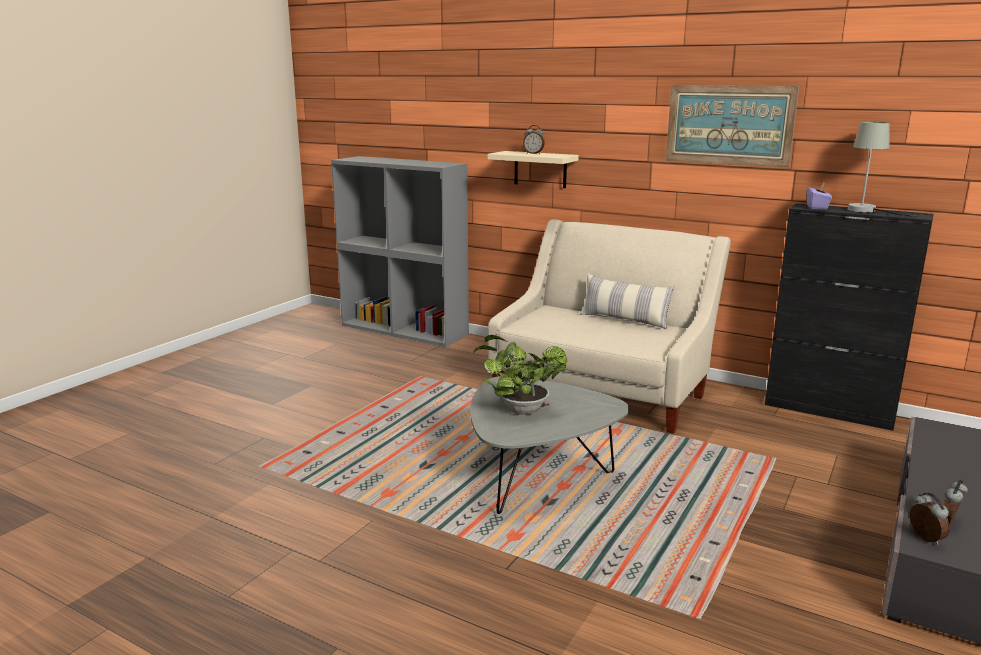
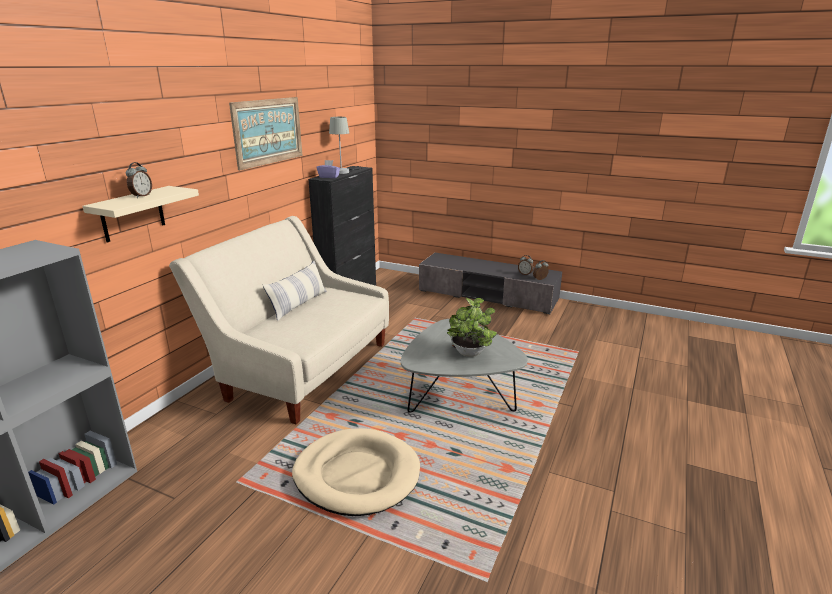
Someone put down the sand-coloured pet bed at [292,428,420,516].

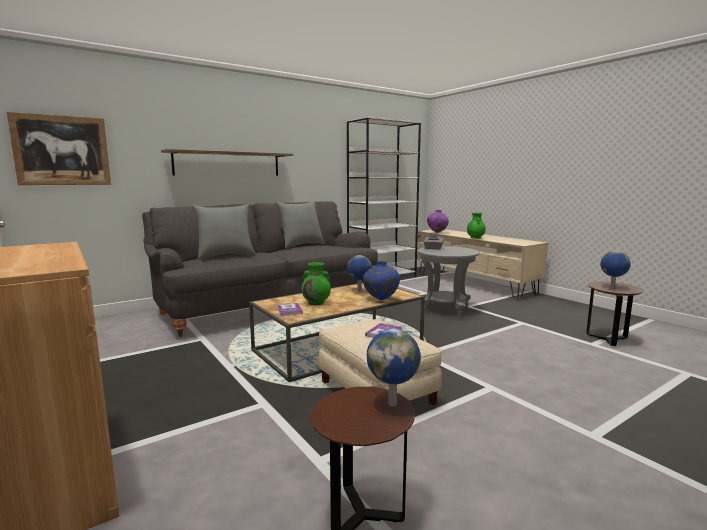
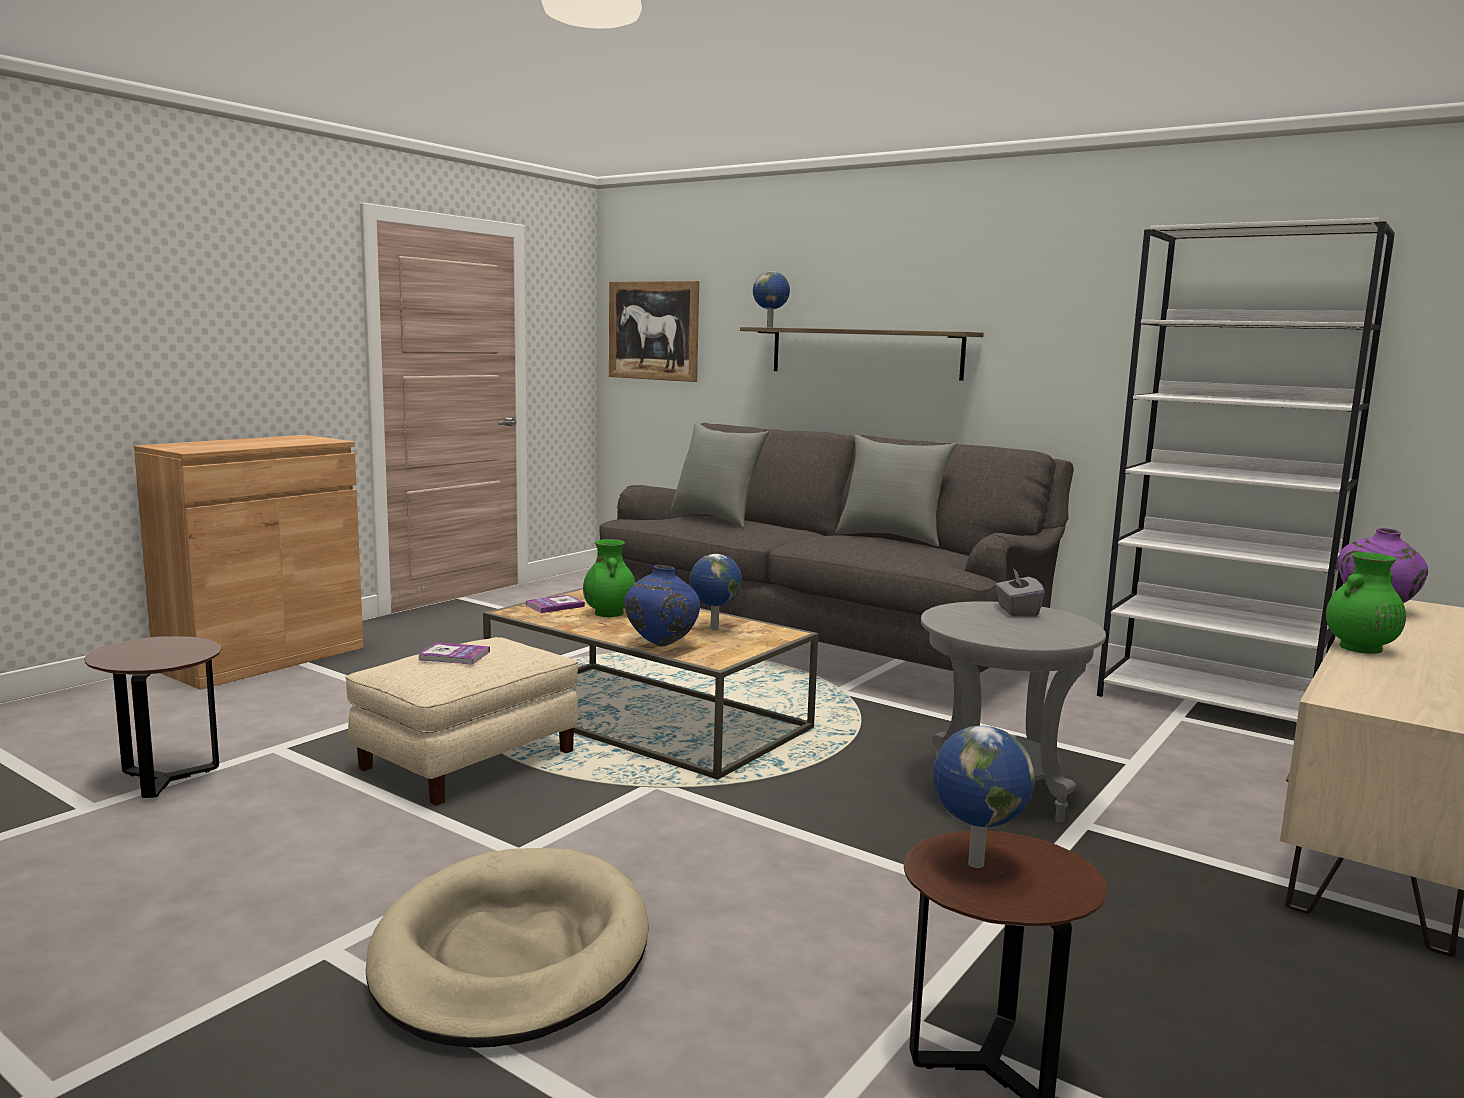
Someone put down the sand-coloured pet bed at [365,848,649,1048].
Someone carried the globe from [367,329,421,407] to [753,271,790,327].

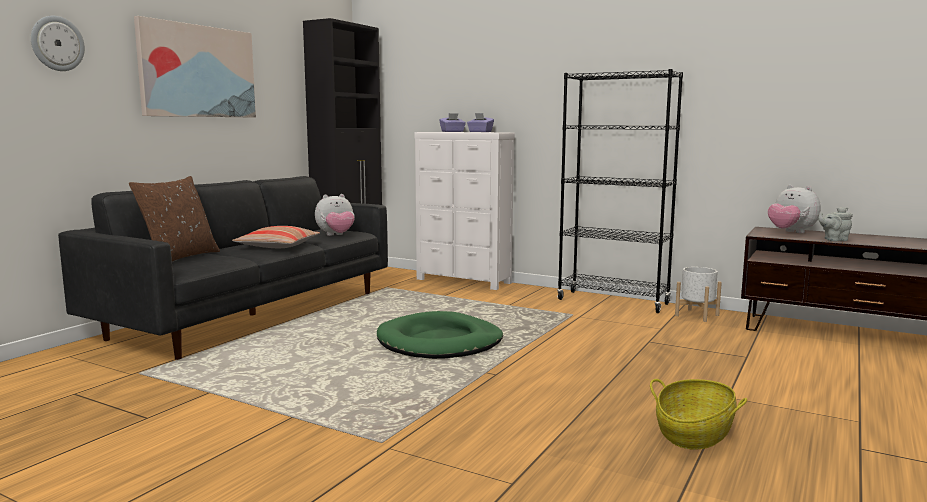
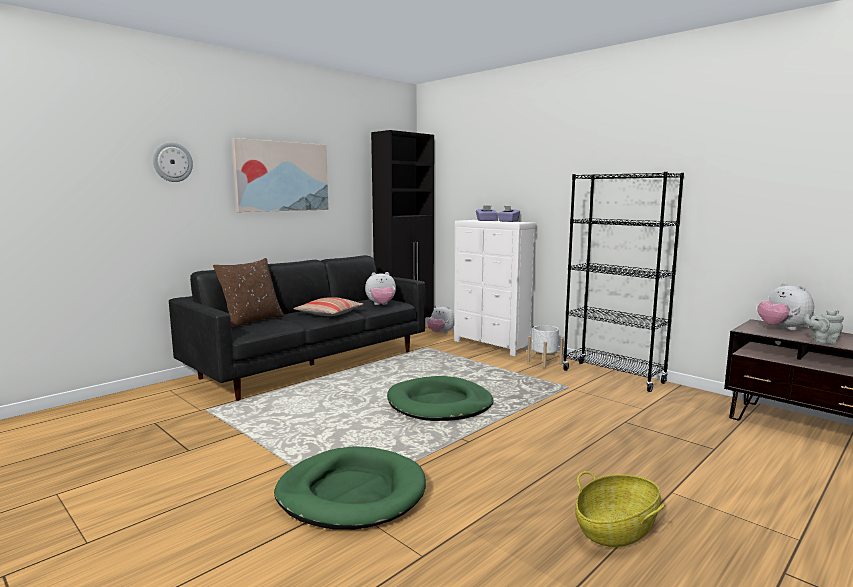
Someone put down the greenish pet bed at [274,446,426,530].
Someone put down the soft toy at [427,305,454,333].
Someone carried the whitish planter from [675,267,722,322] to [527,325,563,369].

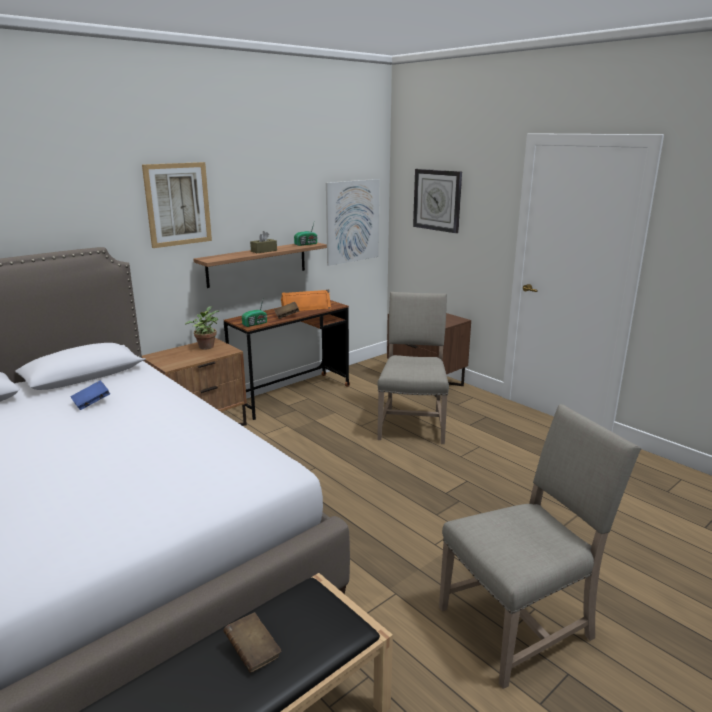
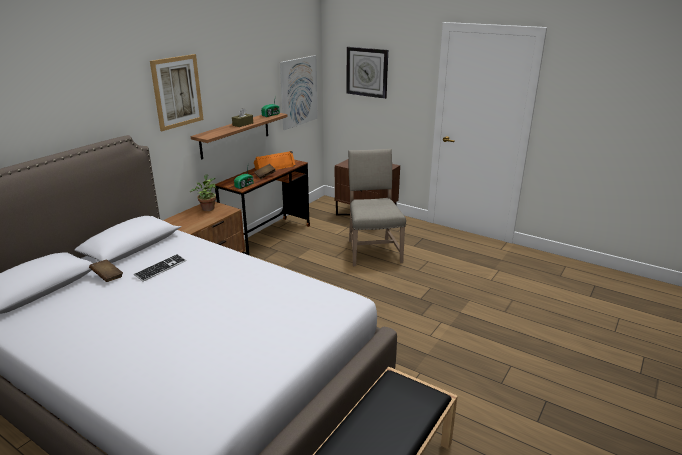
Someone took away the sand-coloured upright chair at [439,404,641,689].
Someone carried the brown bound book from [223,612,282,673] to [89,259,123,282].
Someone swapped the bluish bound book at [70,380,110,410] for the keyboard at [134,254,186,282].

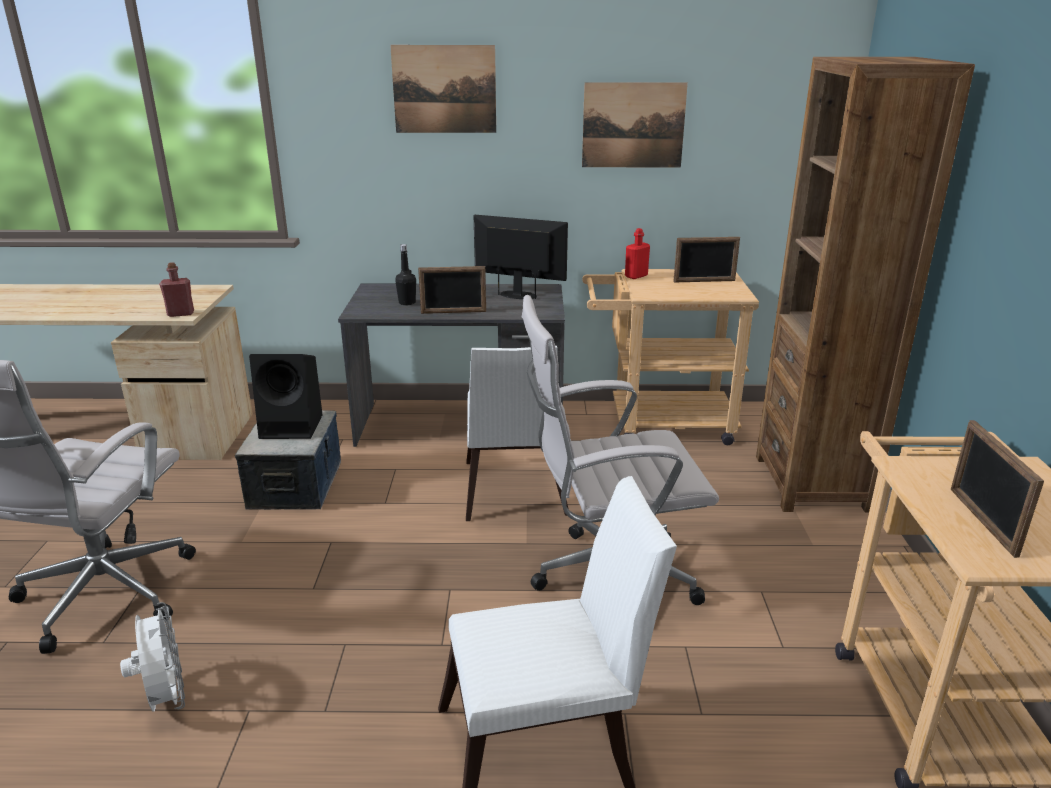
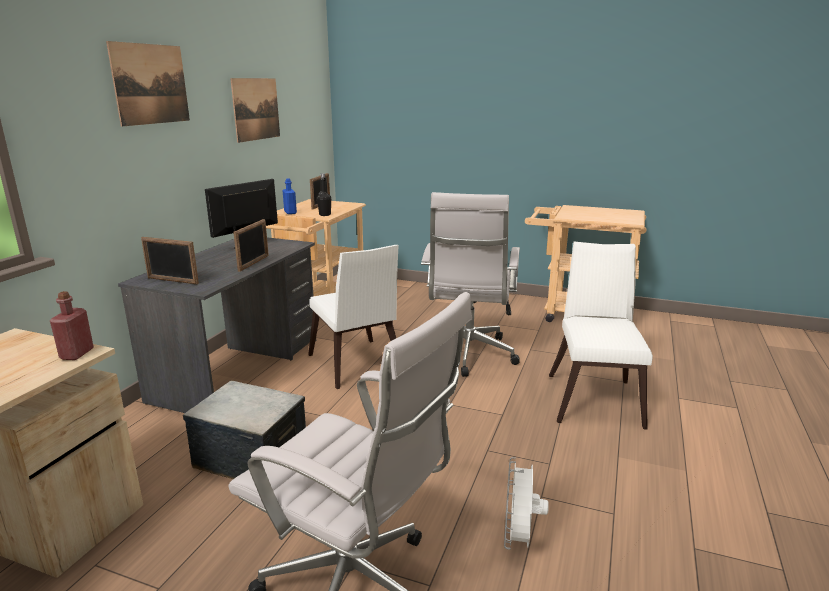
Someone took away the black speaker at [249,354,323,439].
Someone took away the brown bookshelf at [756,57,975,512].
Someone carried the black bottle from [395,244,416,305] to [317,173,331,216].
Someone carried the photo frame from [951,420,1044,558] to [141,237,199,284].
Someone repainted the reddish bottle at [625,228,650,279], which became the bluish bottle at [283,179,297,214].
Someone rotated the whitish cooling fan at [120,602,185,711] by 75 degrees counterclockwise.
Someone rotated the whitish upright chair at [466,346,569,521] by 45 degrees clockwise.

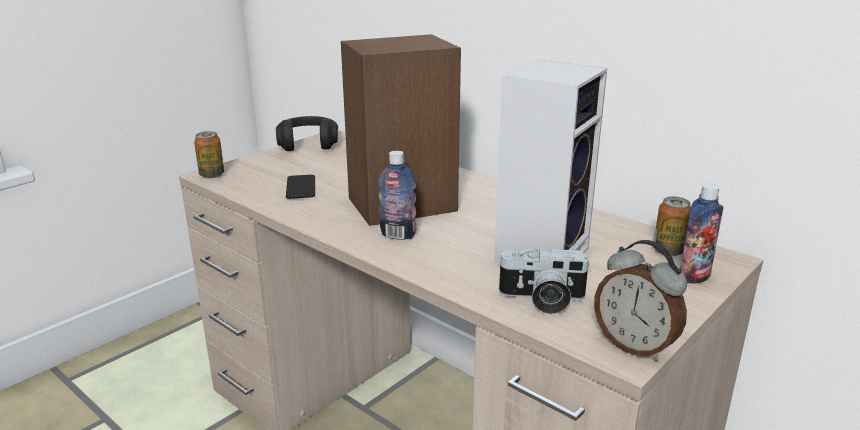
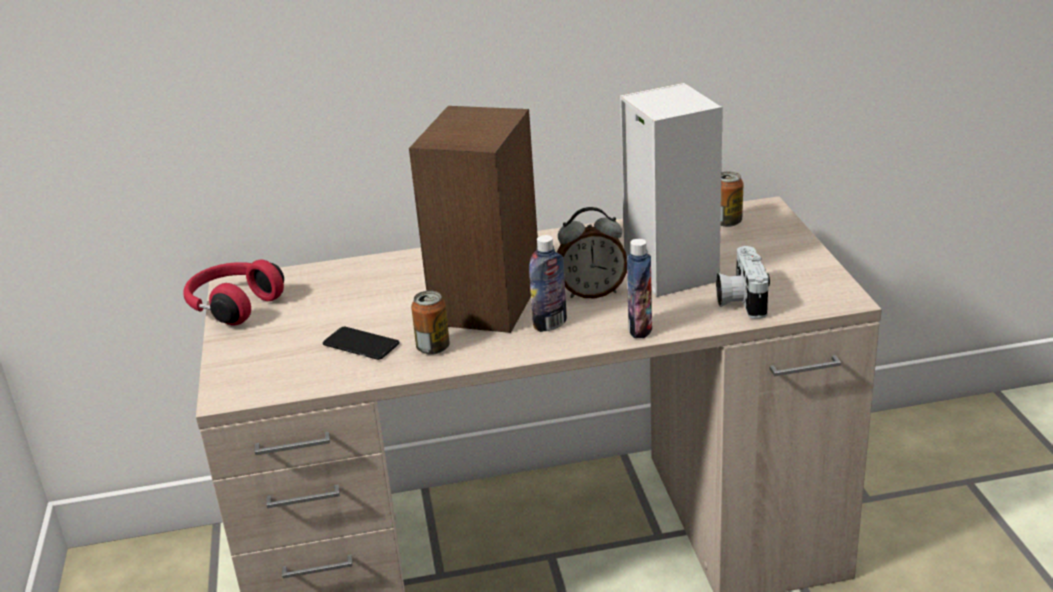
Someone carried the metal can from [194,131,224,178] to [411,291,450,355].
Someone carried the alarm clock from [594,240,687,361] to [557,207,627,298].
Someone carried the bottle from [680,184,723,284] to [627,239,652,338].
Someone repainted the black headphones at [276,116,338,151], which became the reddish headphones at [183,260,284,326].
Someone rotated the photo camera at [497,248,591,314] by 135 degrees clockwise.

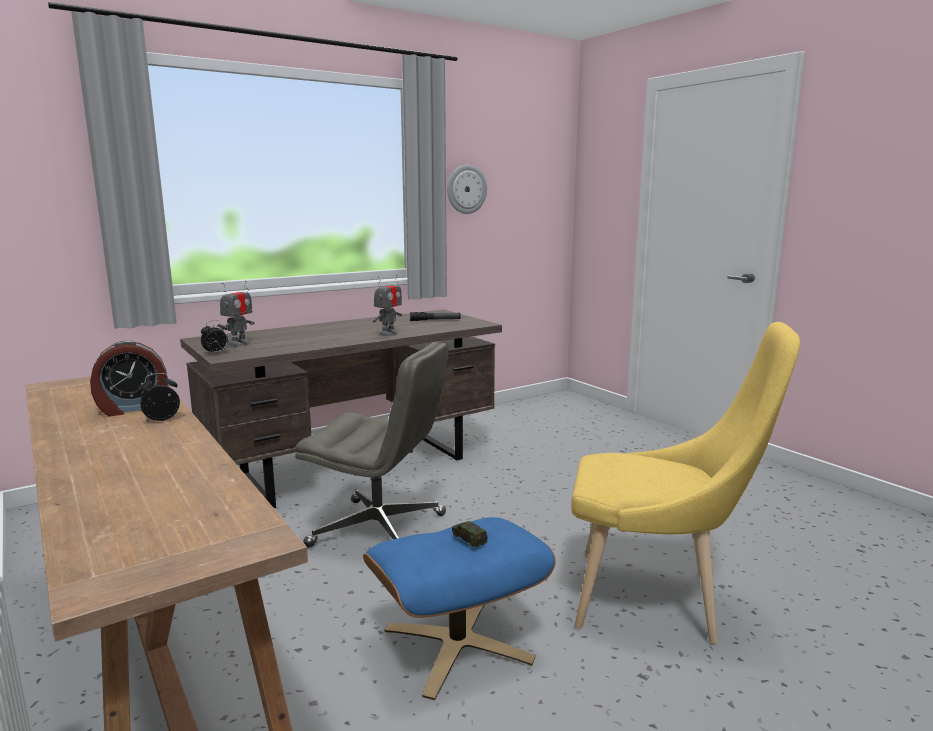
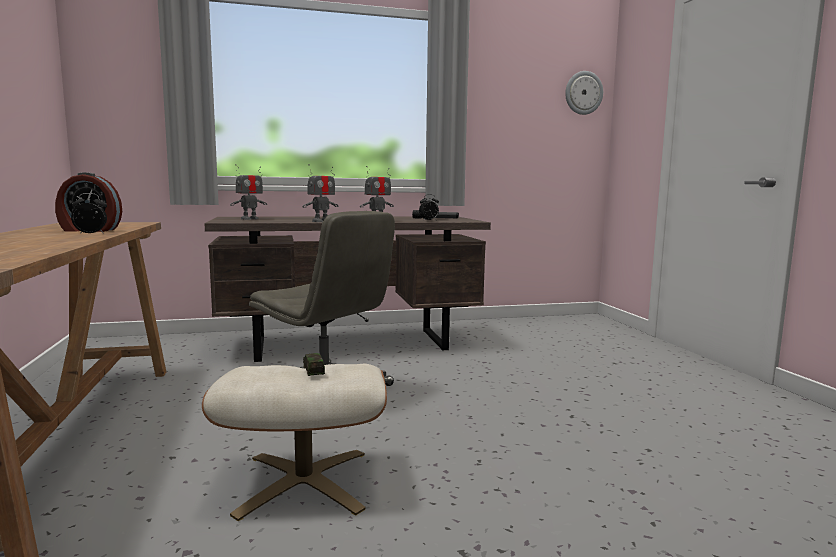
Someone took away the yellow upright chair at [571,322,800,644].
Someone put down the robot figure at [302,165,338,222].
Someone carried the alarm clock from [201,320,228,355] to [419,194,439,221].
Someone carried the hanging clock from [447,165,487,214] to [565,71,603,115].
Someone repainted the bluish ottoman at [363,517,556,700], which became the sand-coloured ottoman at [202,364,387,521].

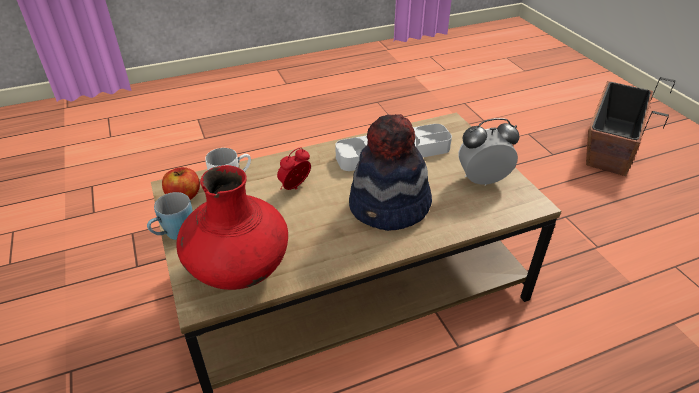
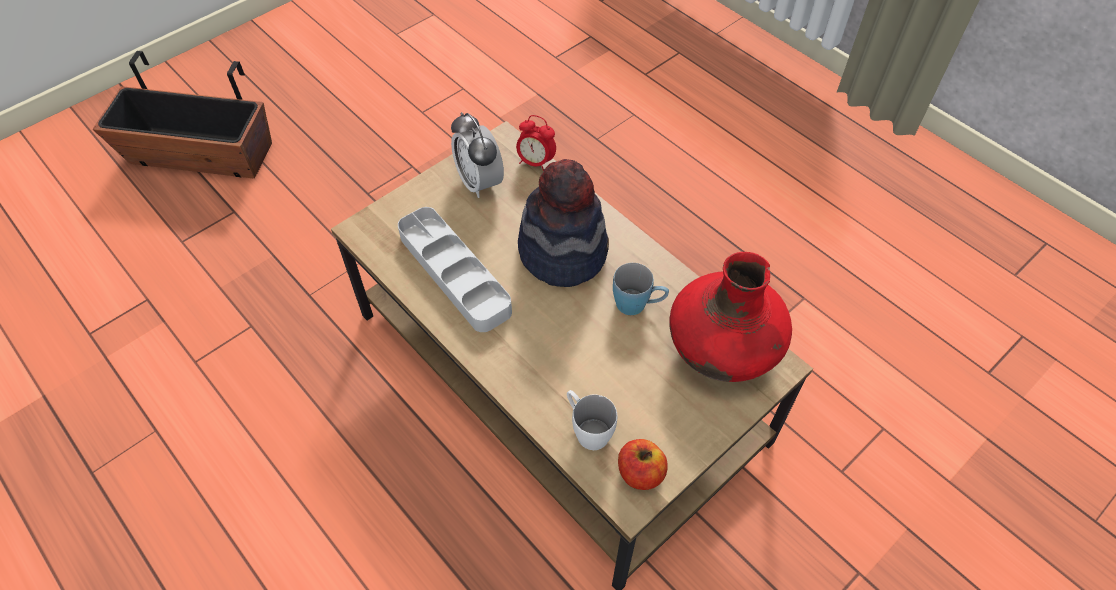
Someone carried the bluish mug from [147,192,193,240] to [613,263,669,315].
Someone carried the alarm clock from [277,147,311,190] to [516,115,556,172].

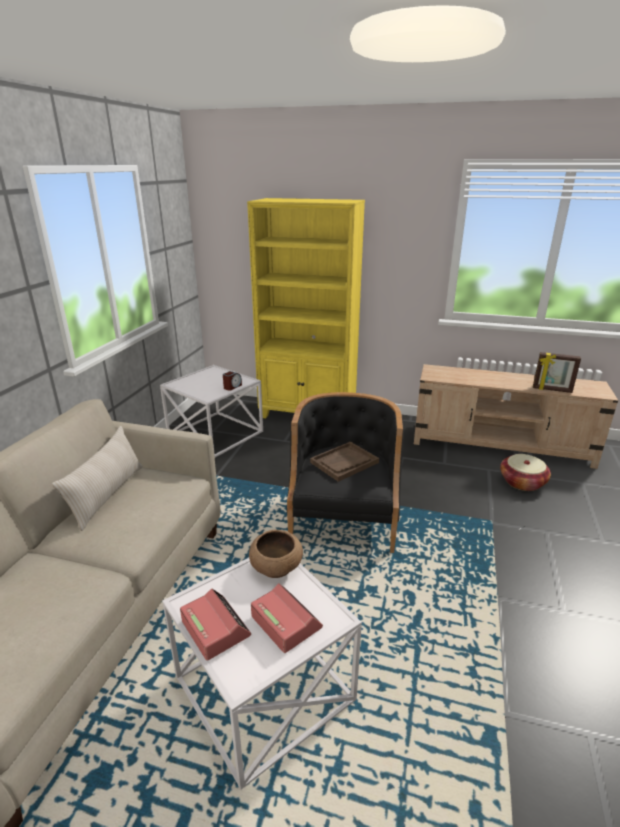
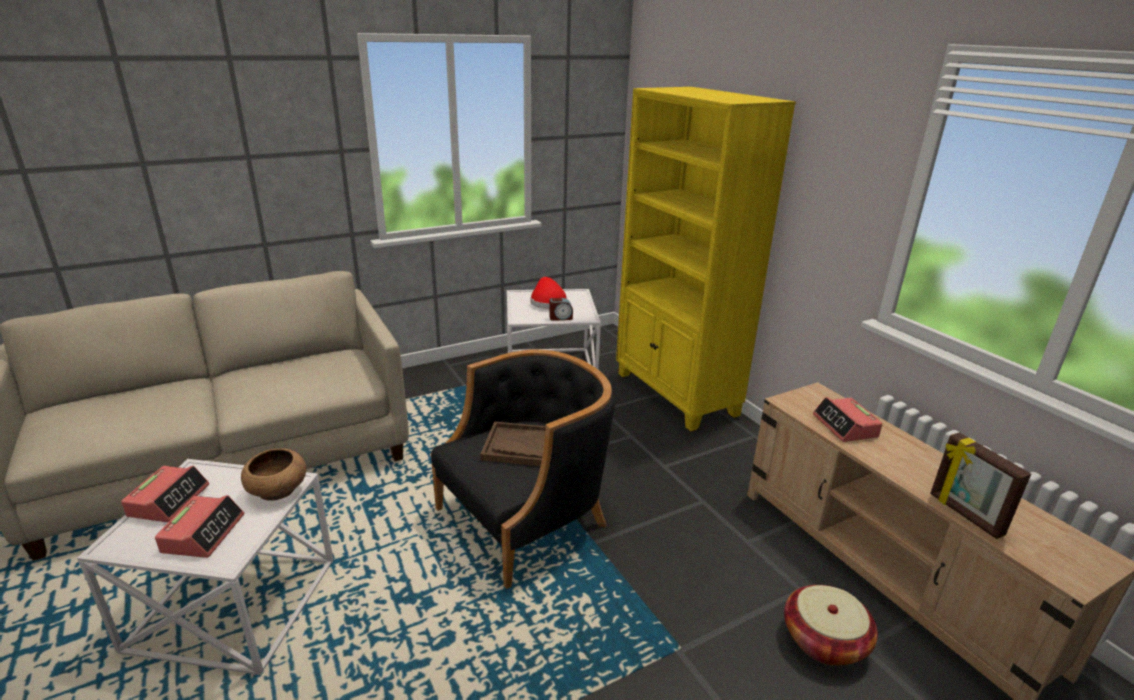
Someone took away the sand-coloured cushion at [52,426,143,531].
Someone put down the reddish clothing hat at [530,277,567,309].
Someone put down the alarm clock at [813,397,883,442].

